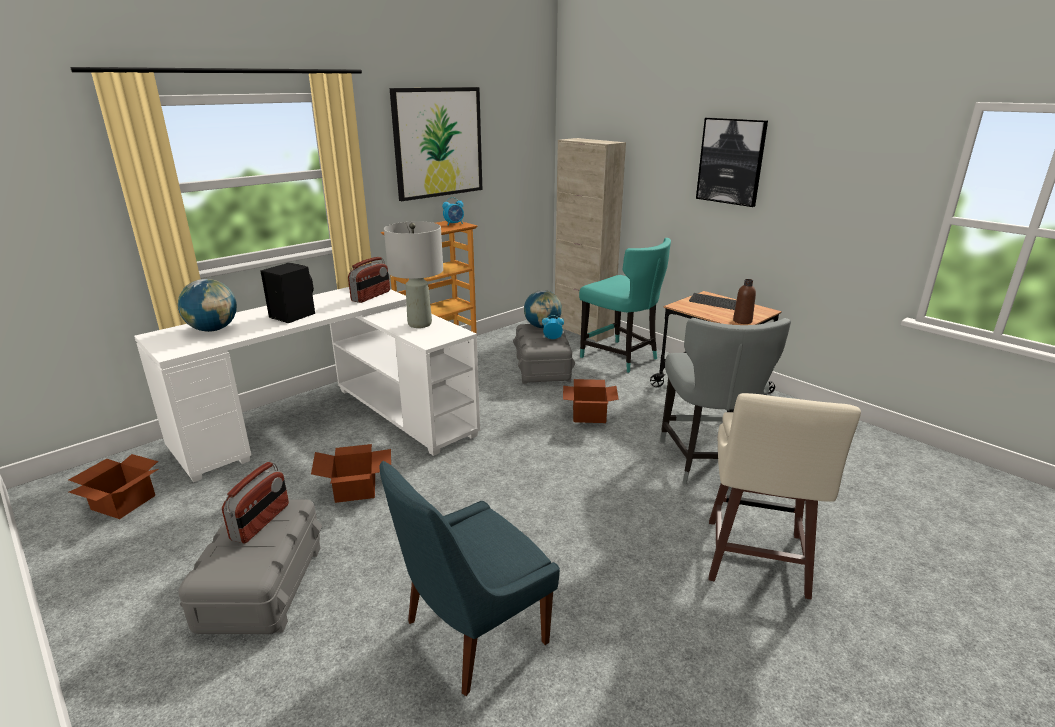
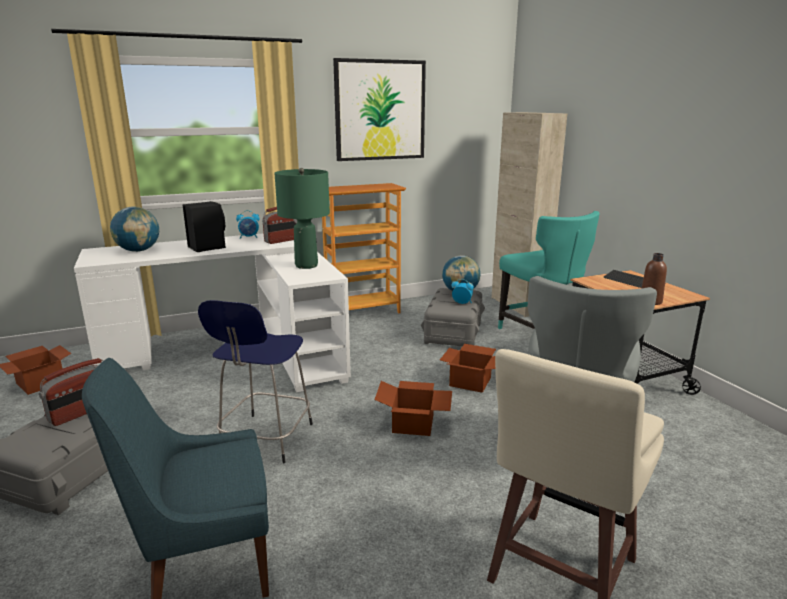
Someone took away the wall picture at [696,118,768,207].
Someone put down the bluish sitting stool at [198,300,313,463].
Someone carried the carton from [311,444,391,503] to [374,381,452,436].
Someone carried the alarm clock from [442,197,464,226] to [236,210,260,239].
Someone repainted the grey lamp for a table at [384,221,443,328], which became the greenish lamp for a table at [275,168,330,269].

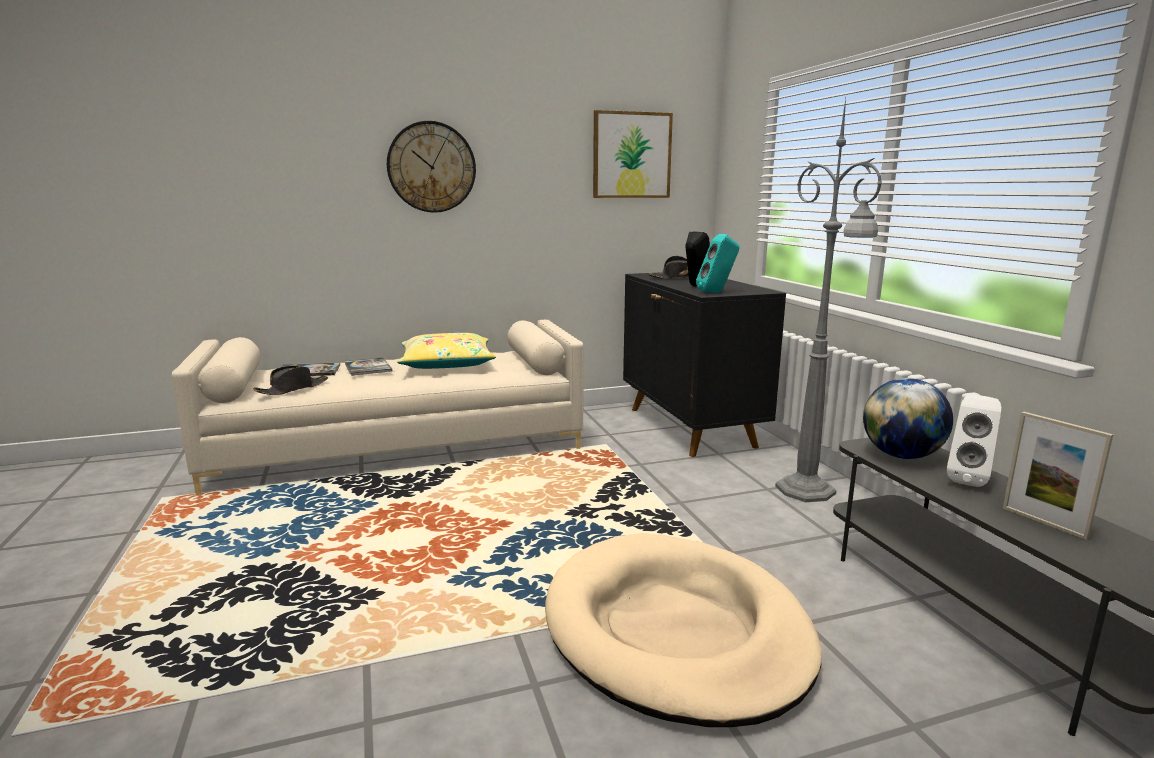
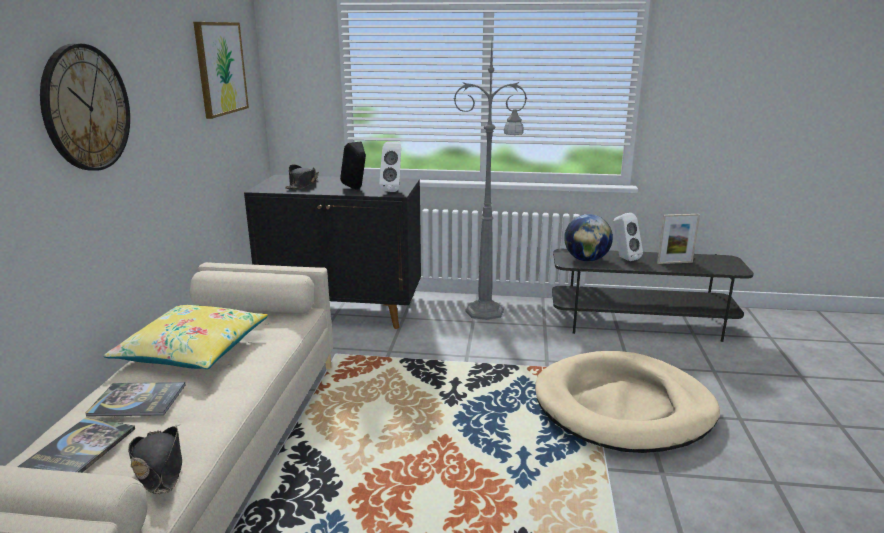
Someone repainted the turquoise speaker at [696,234,740,293], which became the whitish speaker at [379,142,401,192].

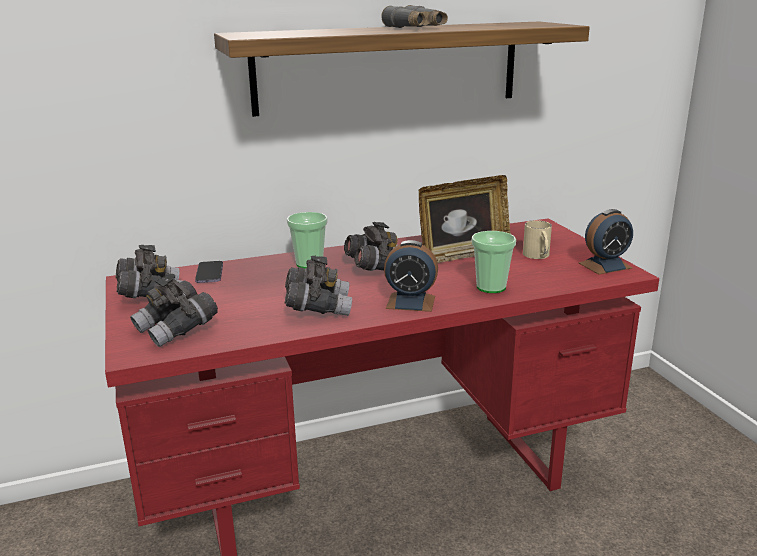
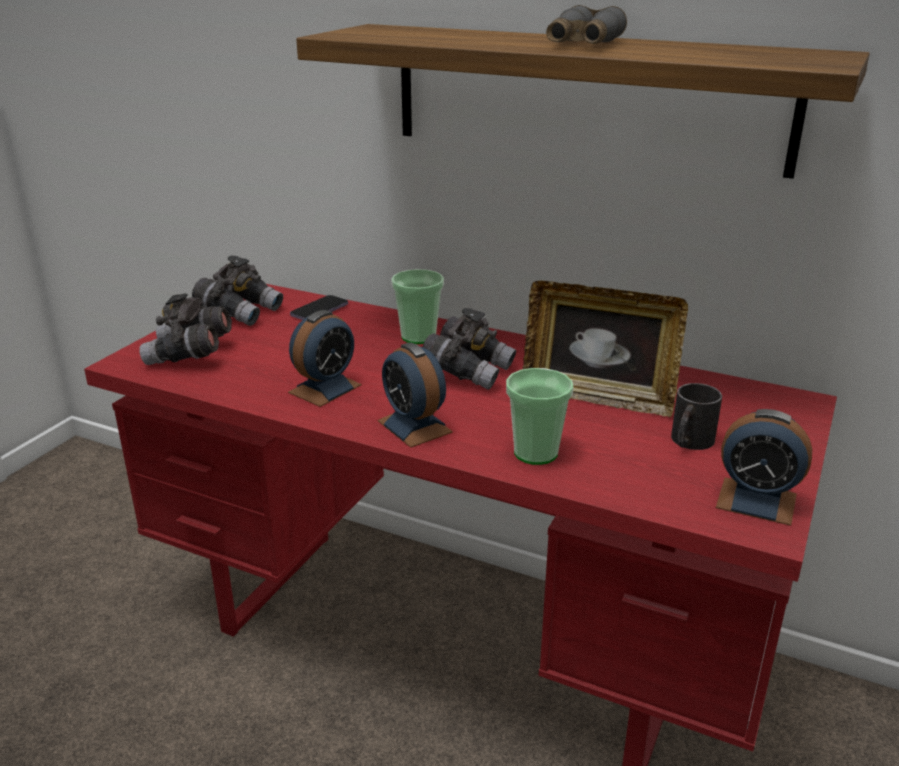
Someone swapped the grey binoculars at [285,255,352,316] for the alarm clock at [288,310,362,407].
Someone repainted the sand-coloured mug at [523,220,552,259], which became the black mug at [671,383,722,450].

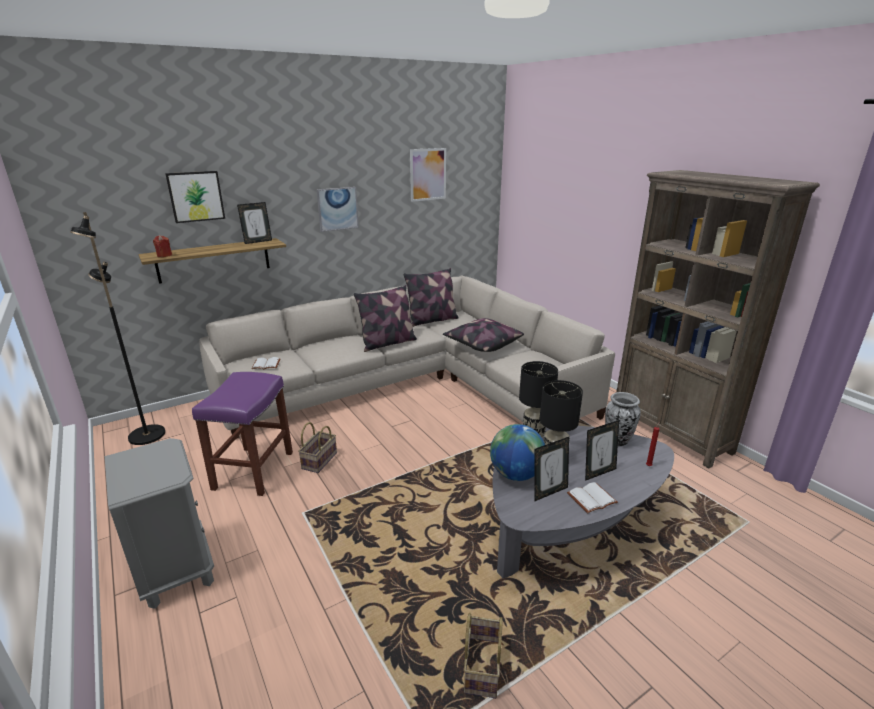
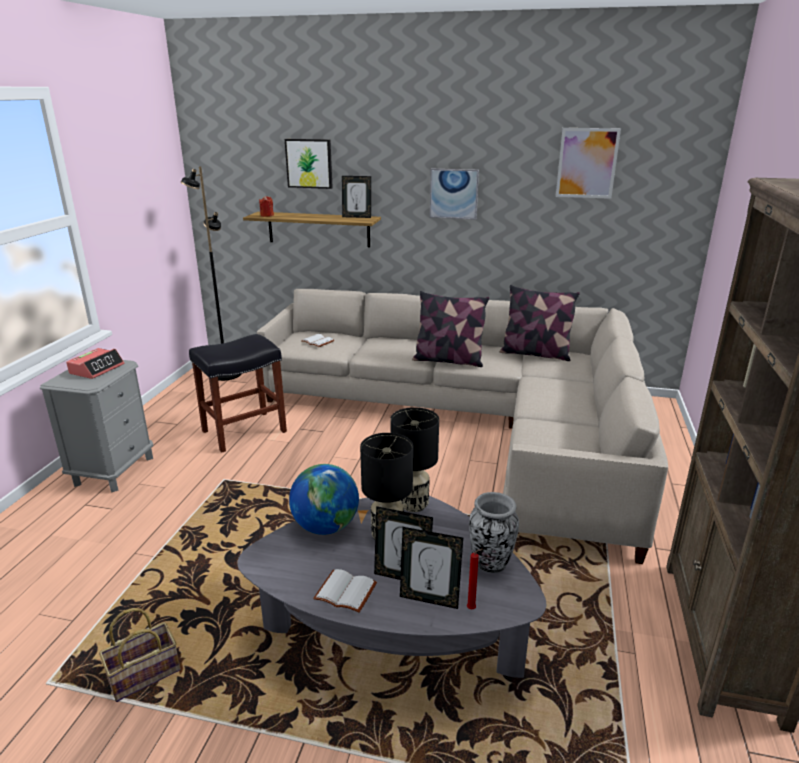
Someone took away the basket at [298,422,337,473].
Someone took away the cushion at [443,318,524,352].
Someone put down the alarm clock at [66,348,124,379].
Someone carried the photo frame from [534,437,569,502] to [400,527,463,609].
Someone repainted the purplish sitting stool at [192,372,293,496], which became the black sitting stool at [189,334,287,453].

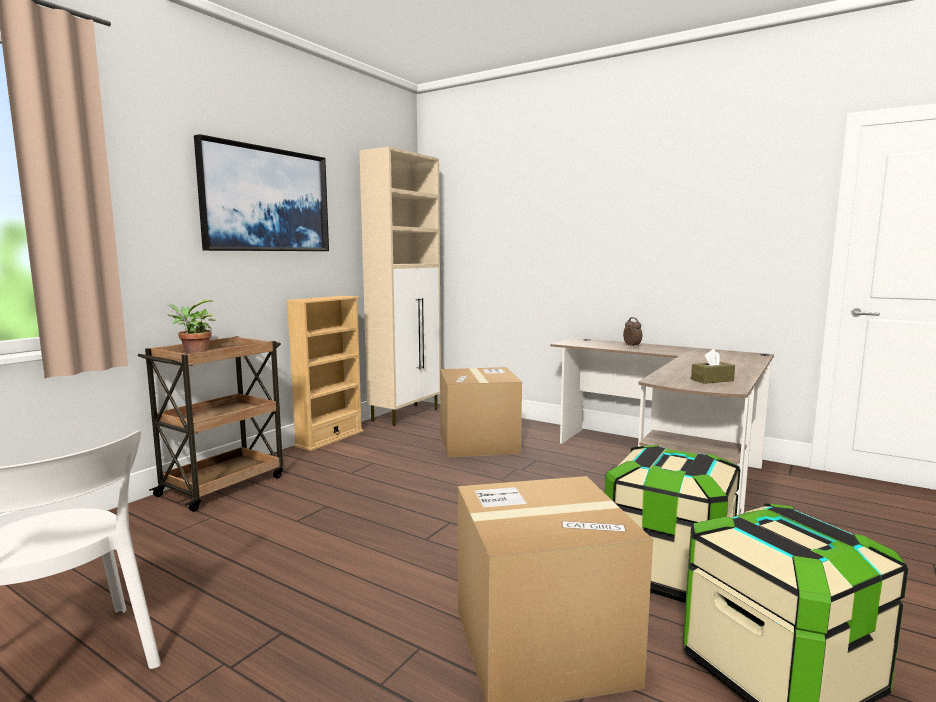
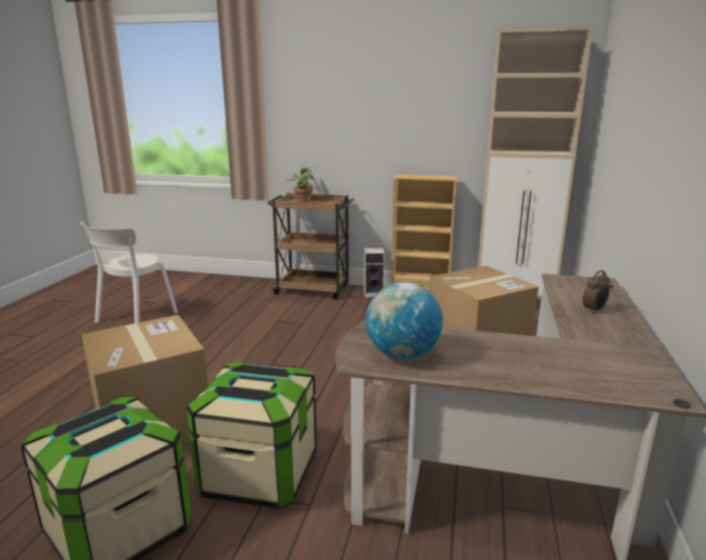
Someone took away the wall picture at [194,134,329,251].
Someone put down the speaker at [364,248,385,297].
Someone swapped the brown box of tissues at [691,349,735,384] for the globe at [366,282,443,359].

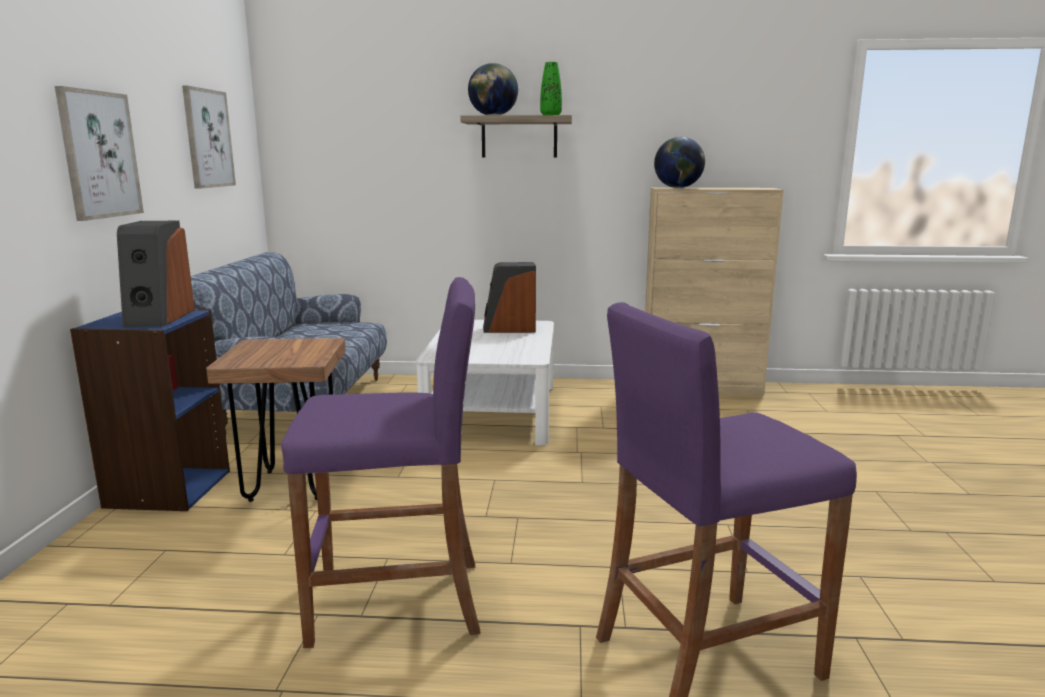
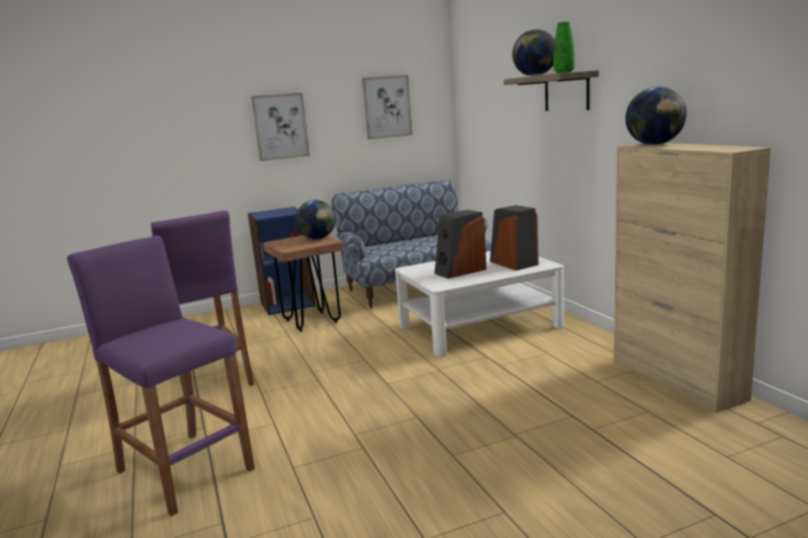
Someone put down the globe at [296,200,336,239].
Someone carried the speaker from [117,221,195,327] to [434,210,487,279].

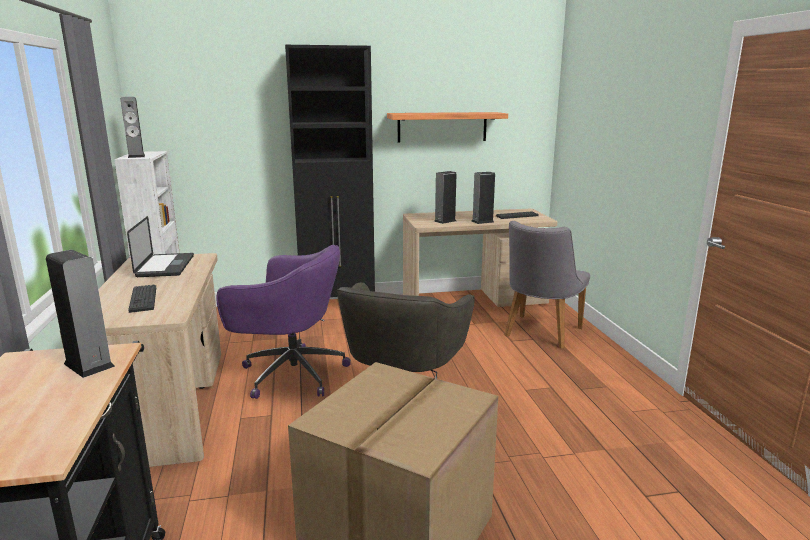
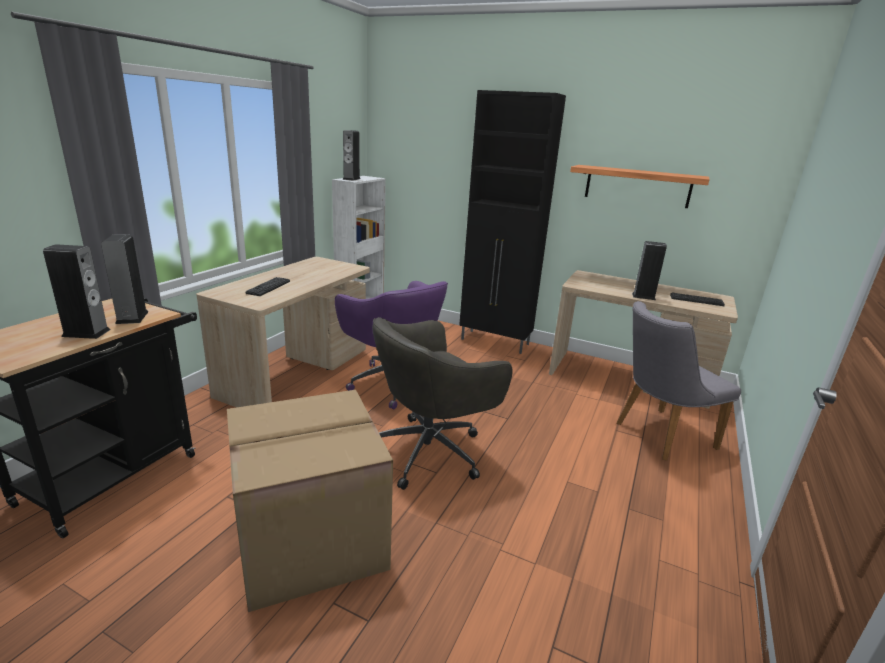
Someone took away the laptop at [127,216,194,277].
Someone carried the speaker from [434,171,456,224] to [43,244,111,339].

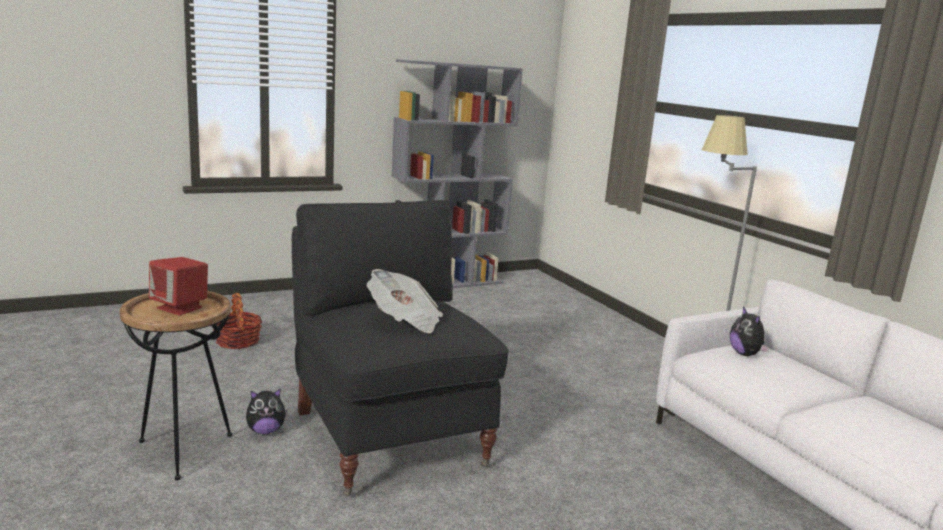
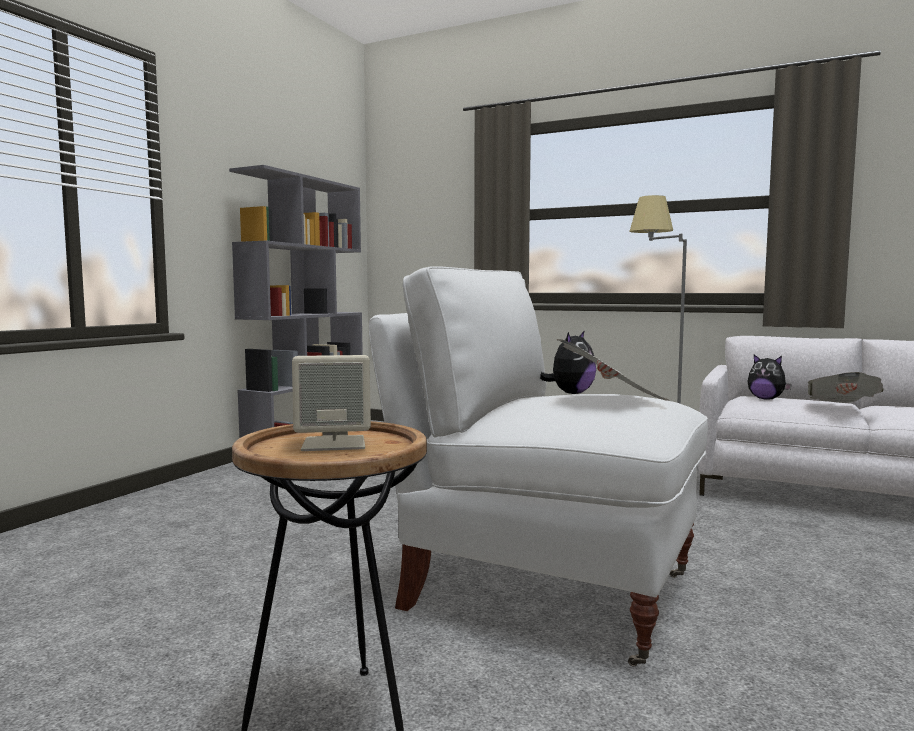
Someone took away the basket at [213,293,263,349].
Someone put down the printed paper at [808,372,884,403].
Someone carried the soft toy from [246,389,288,434] to [540,330,596,394].
Someone repainted the reddish speaker at [149,257,208,316], which became the sand-coloured speaker at [292,355,371,451].
Someone repainted the black armchair at [292,200,509,496], which became the whitish armchair at [369,266,708,666].

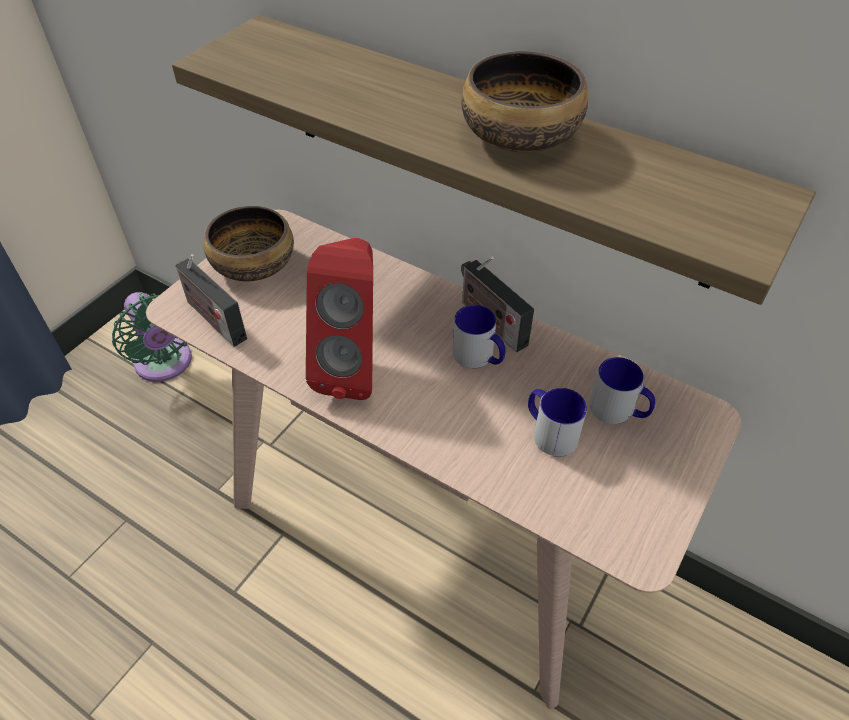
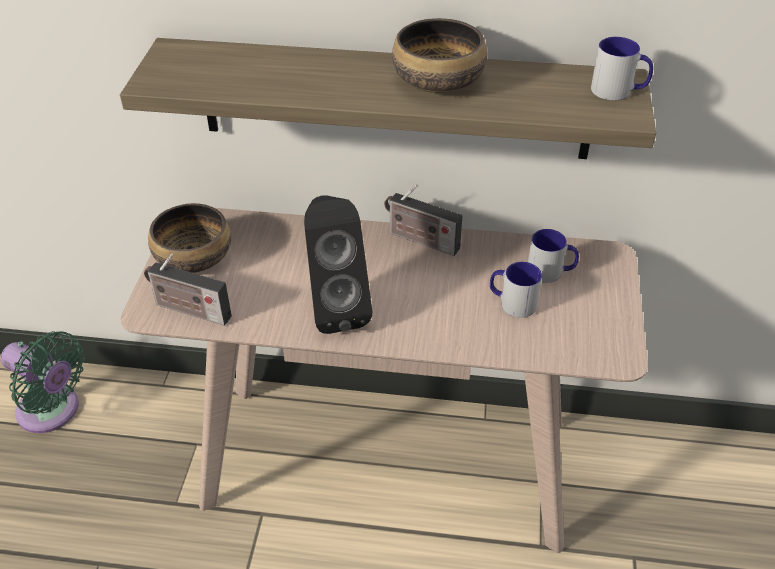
Someone carried the mug from [453,305,505,368] to [591,37,653,101].
Someone repainted the reddish speaker at [306,238,373,400], which became the black speaker at [304,195,373,334].

